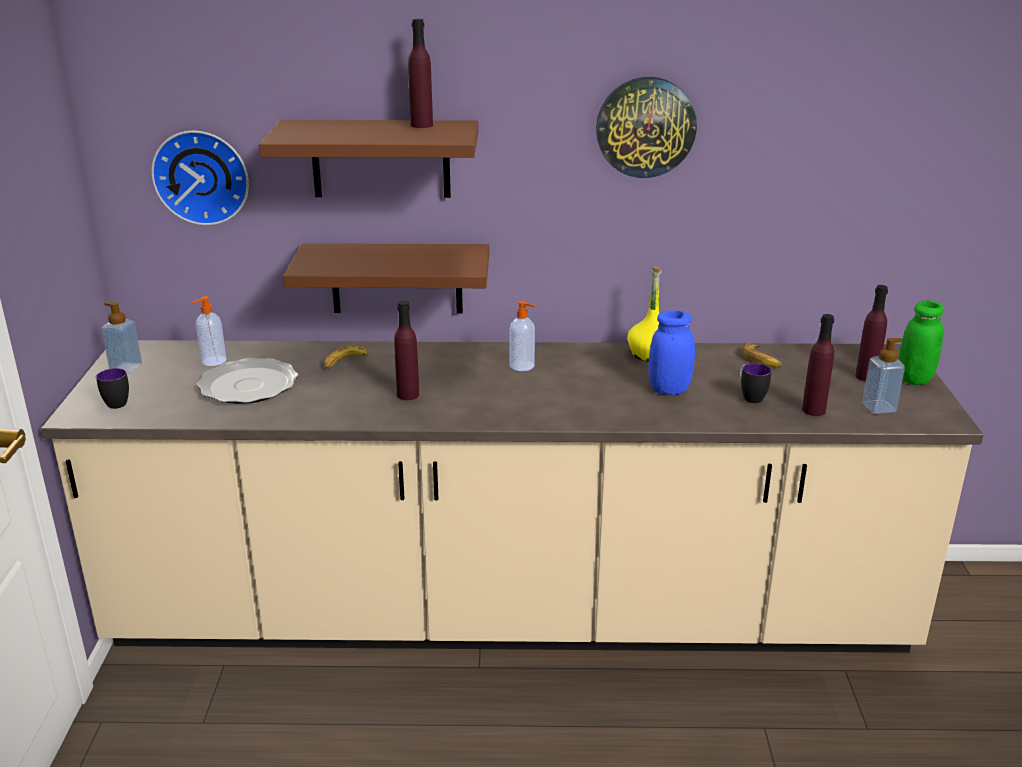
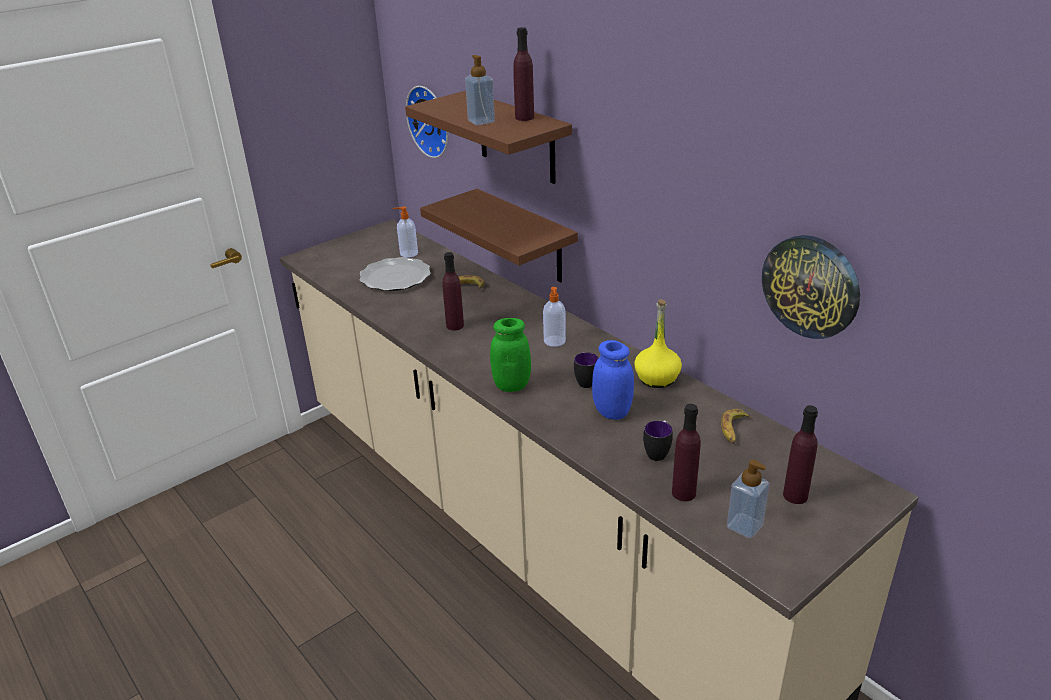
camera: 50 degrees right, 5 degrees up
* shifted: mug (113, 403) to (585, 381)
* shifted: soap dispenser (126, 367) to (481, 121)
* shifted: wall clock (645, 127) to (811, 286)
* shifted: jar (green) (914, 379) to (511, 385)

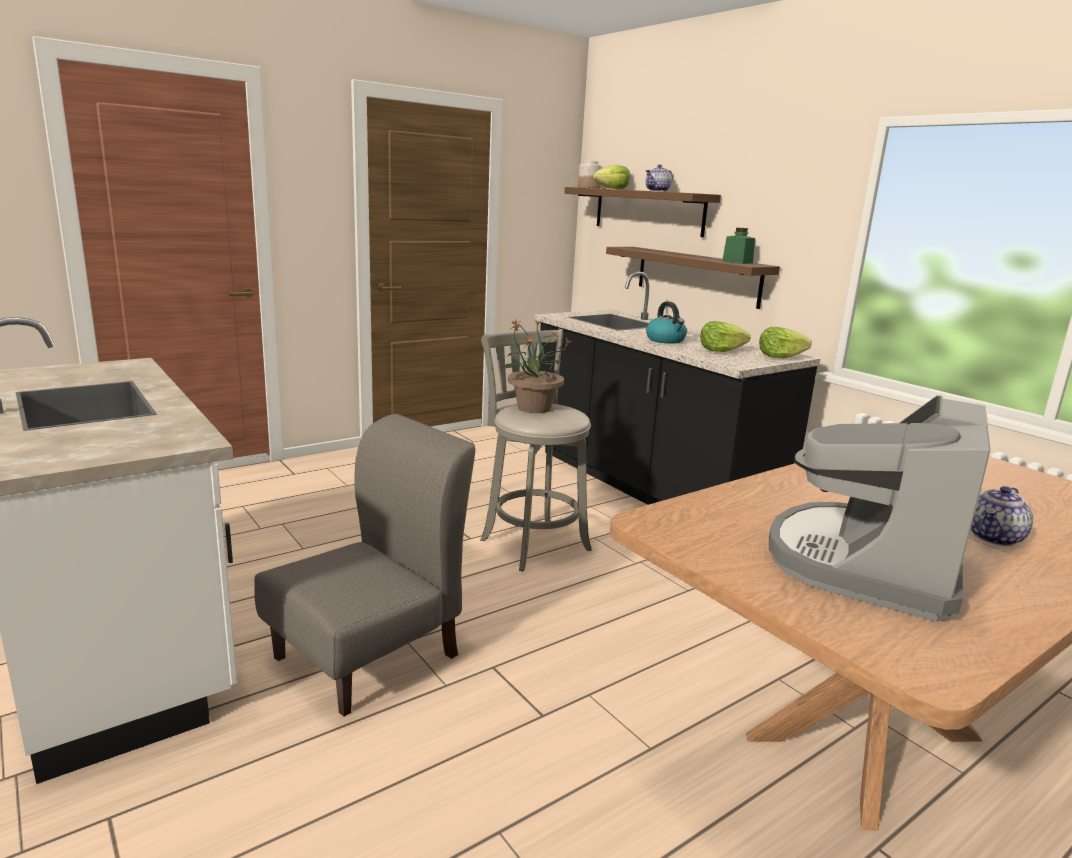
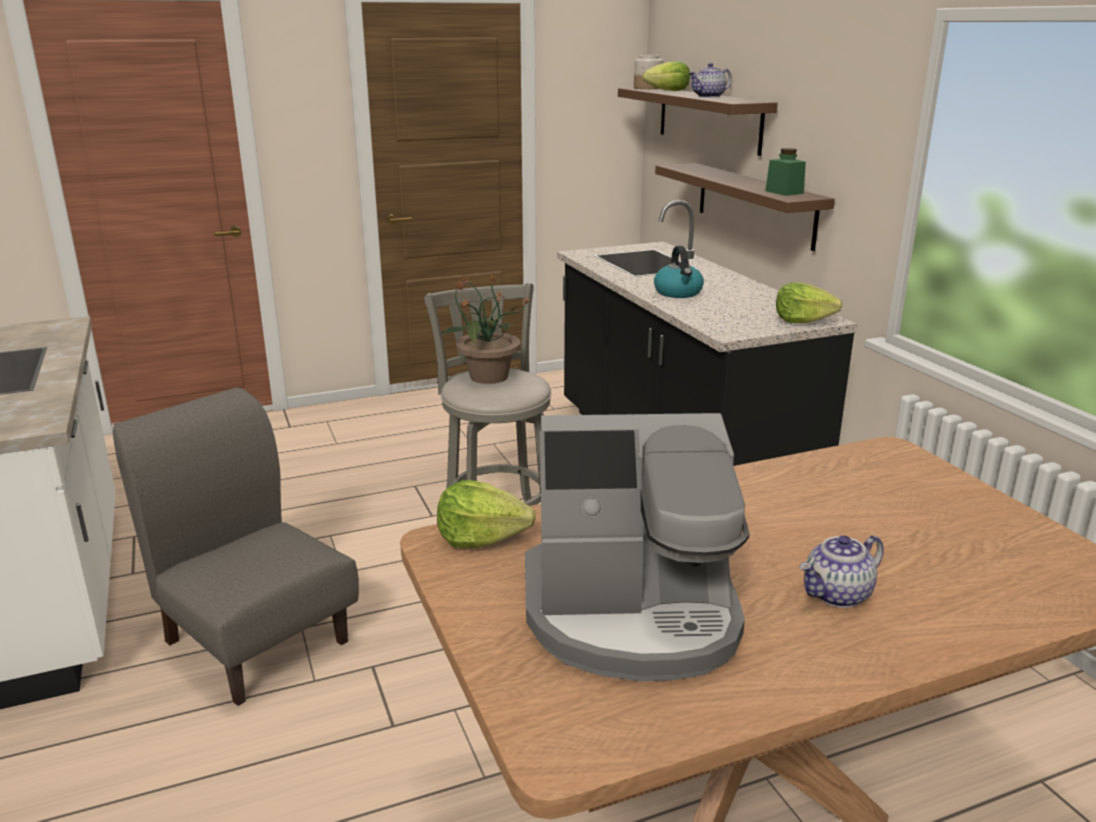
camera: 15 degrees right, 5 degrees up
* shifted: lettuce (720, 350) to (481, 537)
* rotated: chair (grey) (369, 656) = (256, 640) 105 degrees counterclockwise
* rotated: coffee machine (866, 564) = (633, 615) 135 degrees counterclockwise

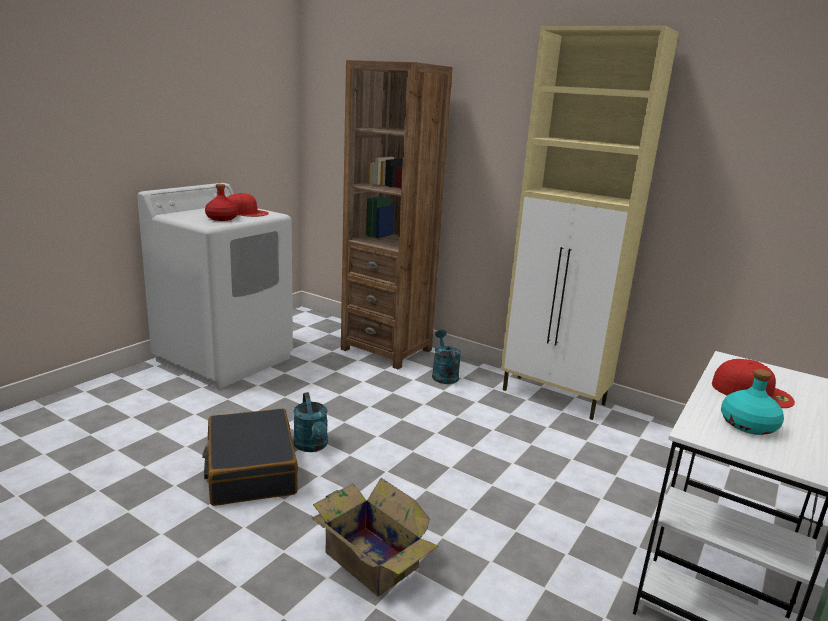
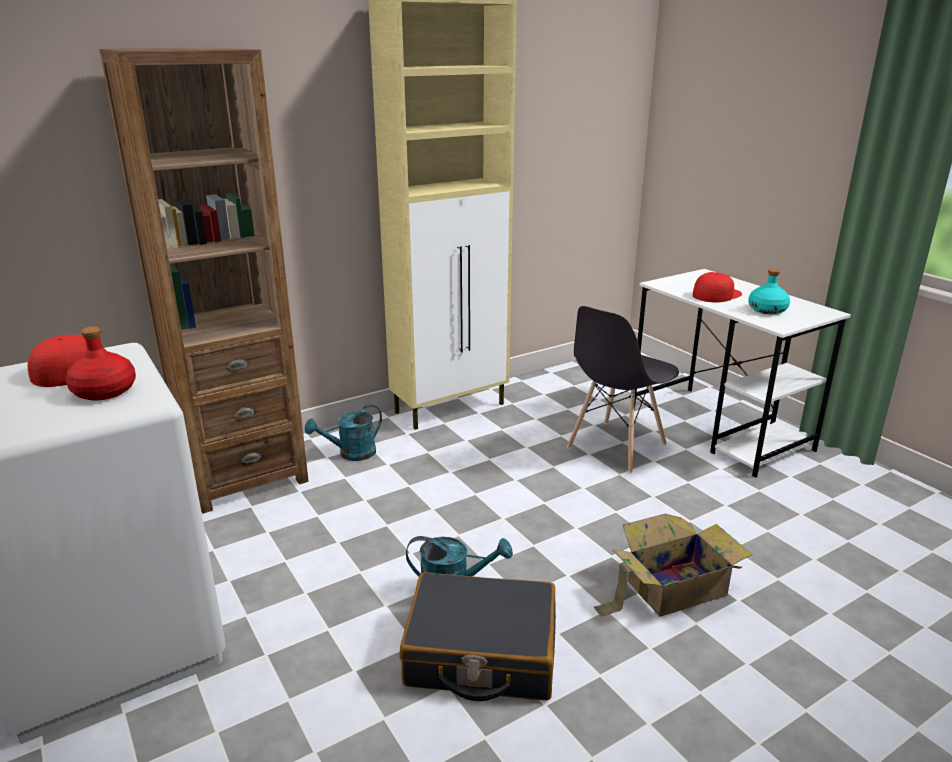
camera: 65 degrees left, 5 degrees up
* new: chair (grey) (616, 447)
* rotated: watering can (turquoise) (443, 375) = (351, 454) 45 degrees counterclockwise

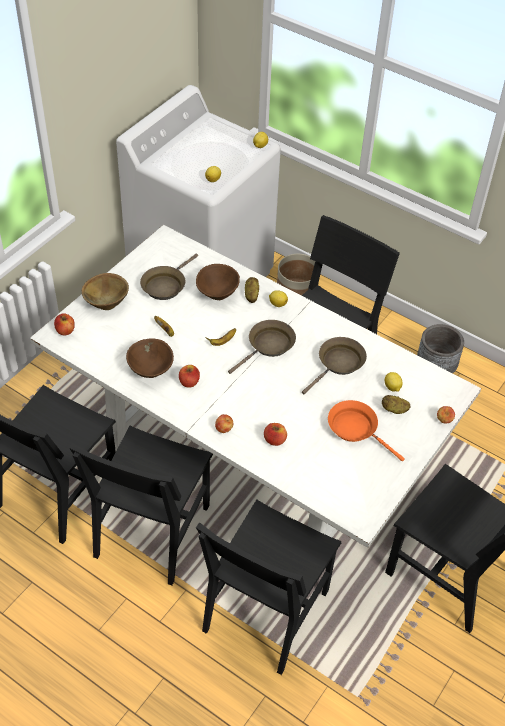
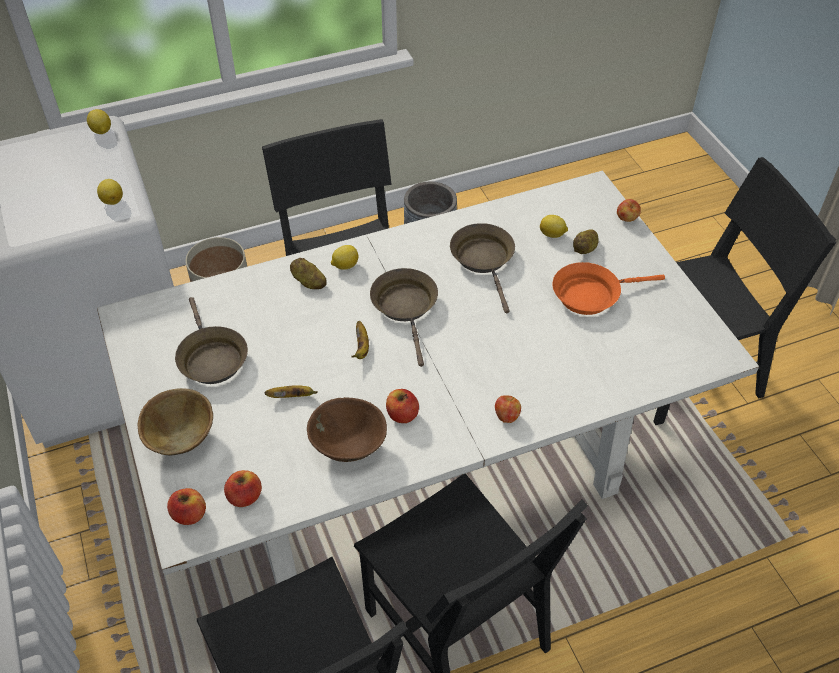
camera: 55 degrees left, 0 degrees up
* gone: bowl (brown) (217, 293)
* gone: chair (black) (266, 610)
* shifted: apple (275, 440) to (244, 497)

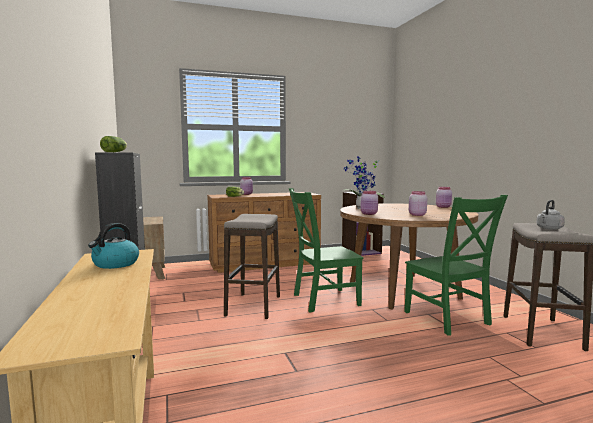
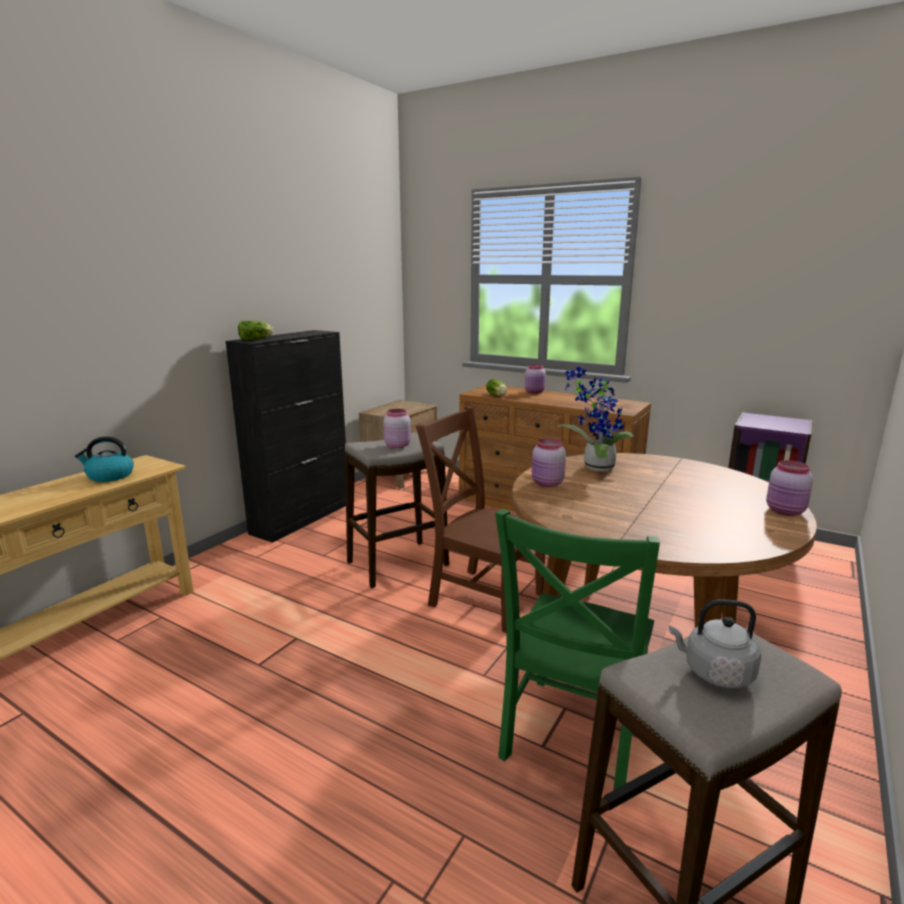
camera: 50 degrees right, 10 degrees up
* shifted: jar (pink) (416, 215) to (397, 445)
* repainted: chair (green) (323, 300) to chair (brown) (482, 597)

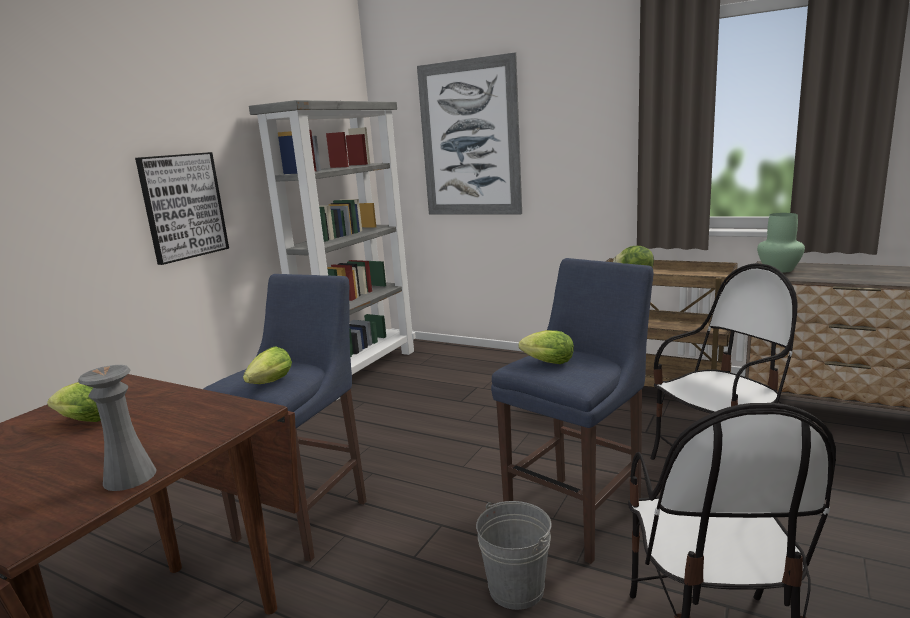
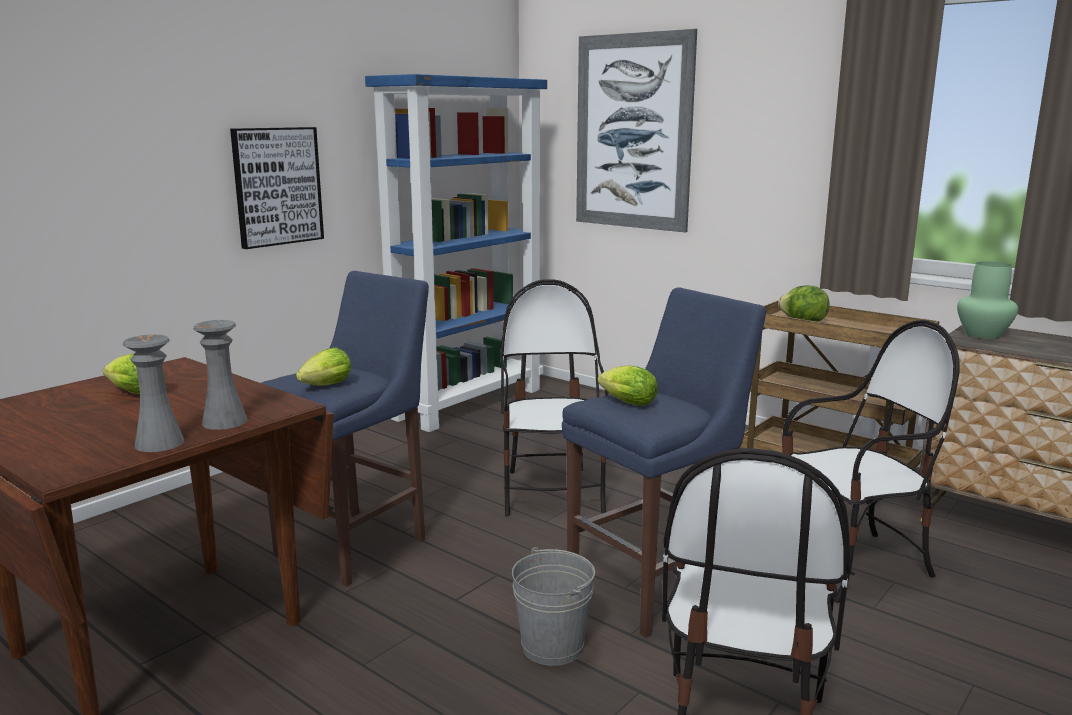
camera: 10 degrees right, 0 degrees up
* new: vase (grey) (224, 421)
* new: chair (552, 493)
* repainted: bookcase (grey) (361, 370) to bookcase (blue) (468, 403)

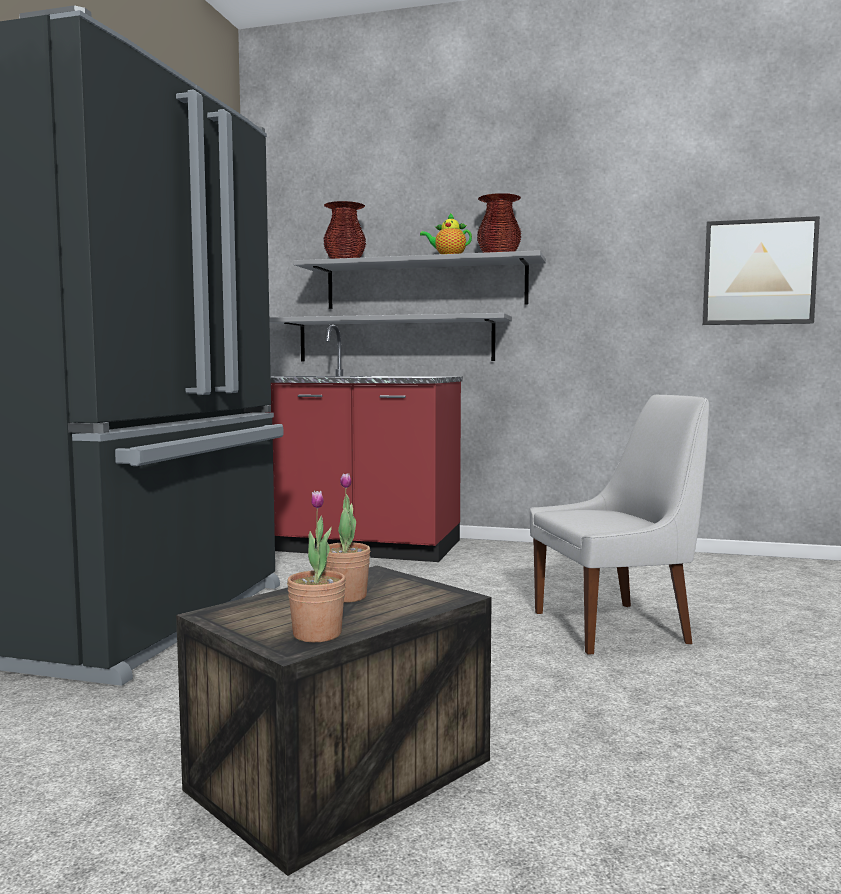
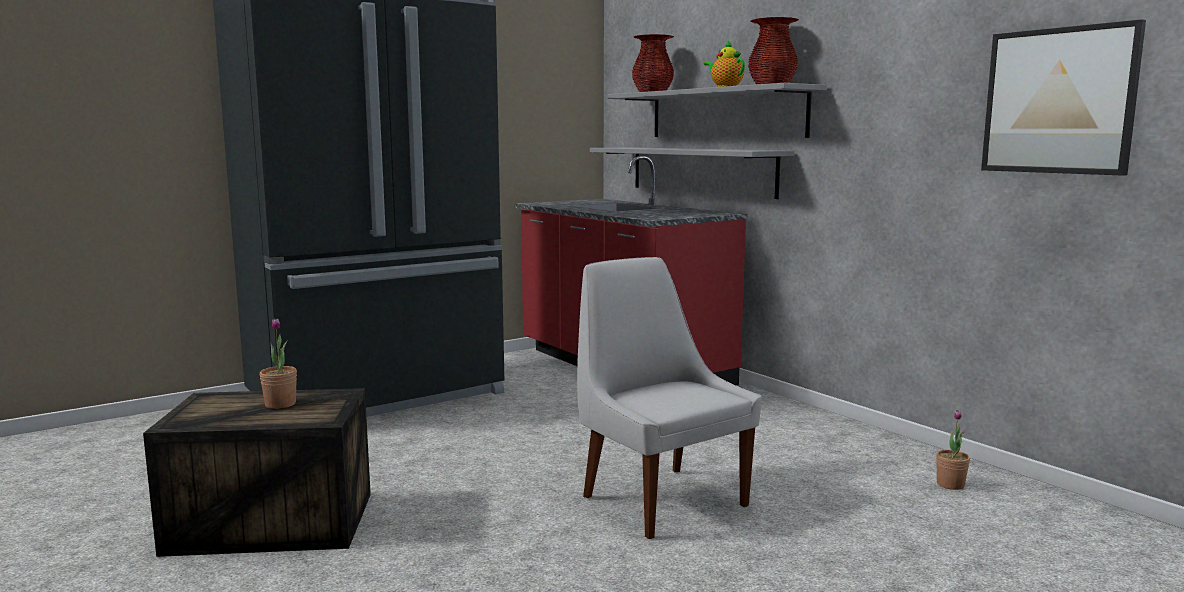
camera: 40 degrees right, 5 degrees up
* shifted: potted plant (317, 634) to (950, 484)
* rotated: chair (white) (615, 627) = (660, 499) 150 degrees counterclockwise

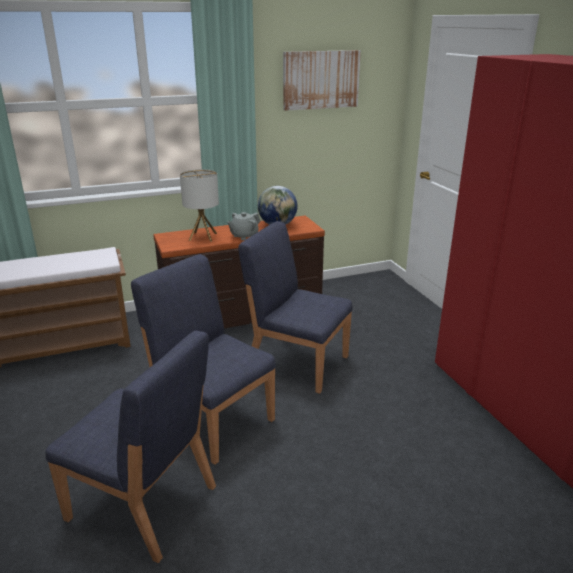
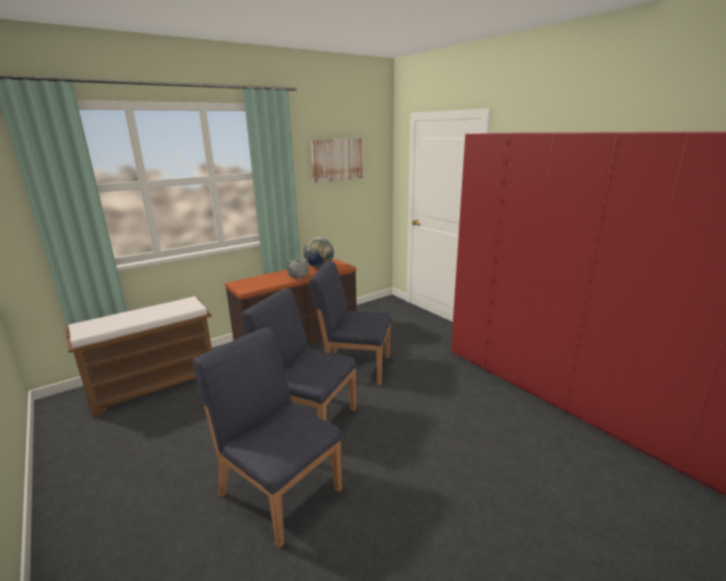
camera: 15 degrees left, 5 degrees down
* gone: table lamp (203, 236)
* rotated: chair (blue) (143, 504) = (280, 490) 150 degrees counterclockwise

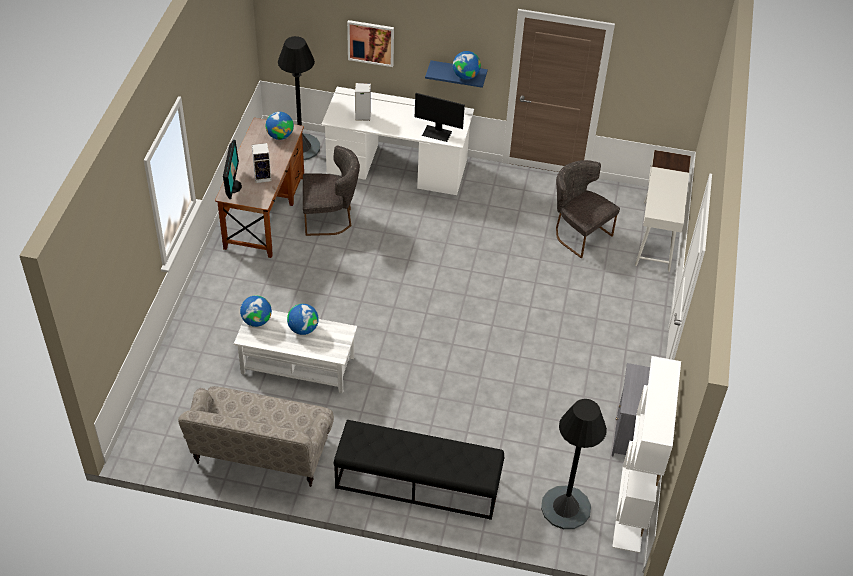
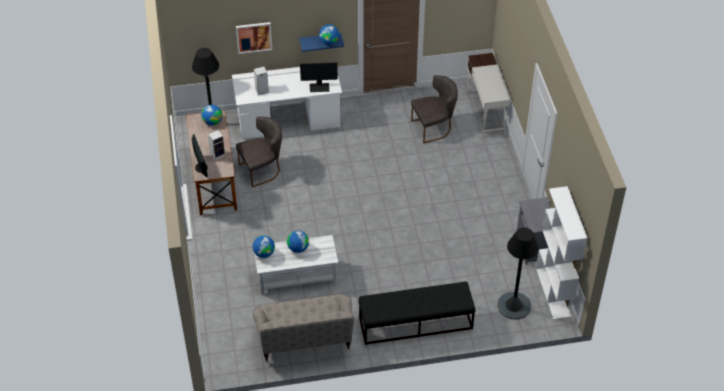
camera: 20 degrees left, 0 degrees up
* rotated: chair (grey) (578, 233) = (434, 127) 135 degrees clockwise

